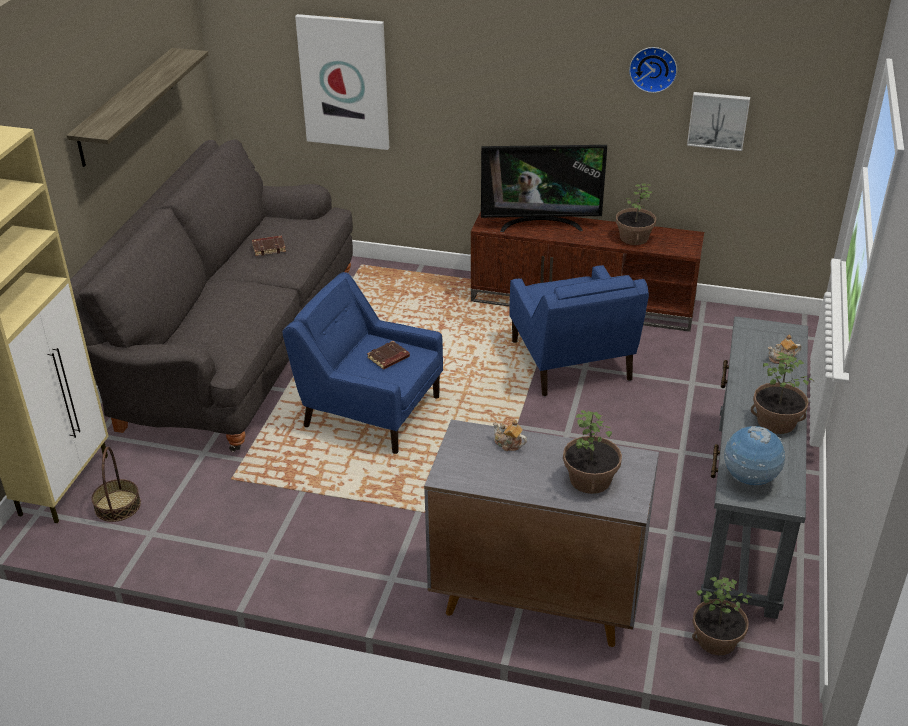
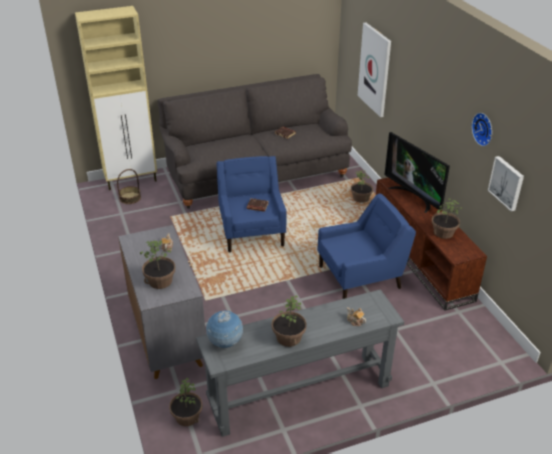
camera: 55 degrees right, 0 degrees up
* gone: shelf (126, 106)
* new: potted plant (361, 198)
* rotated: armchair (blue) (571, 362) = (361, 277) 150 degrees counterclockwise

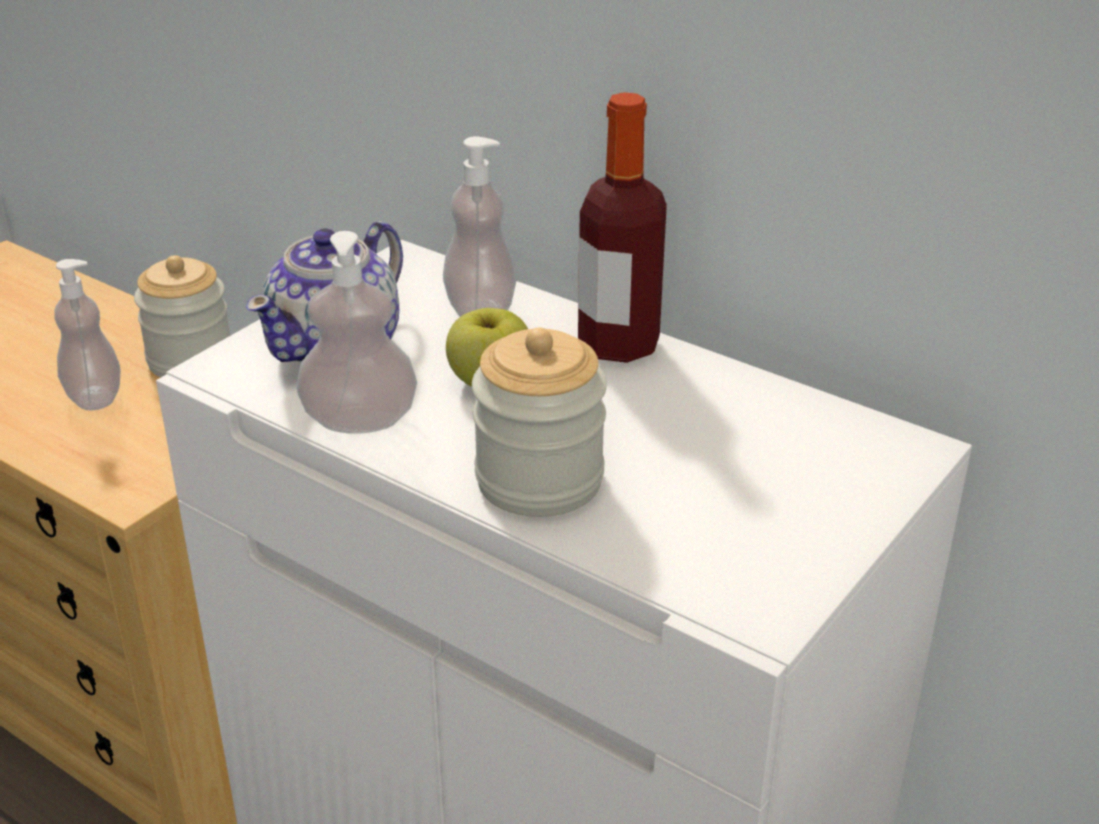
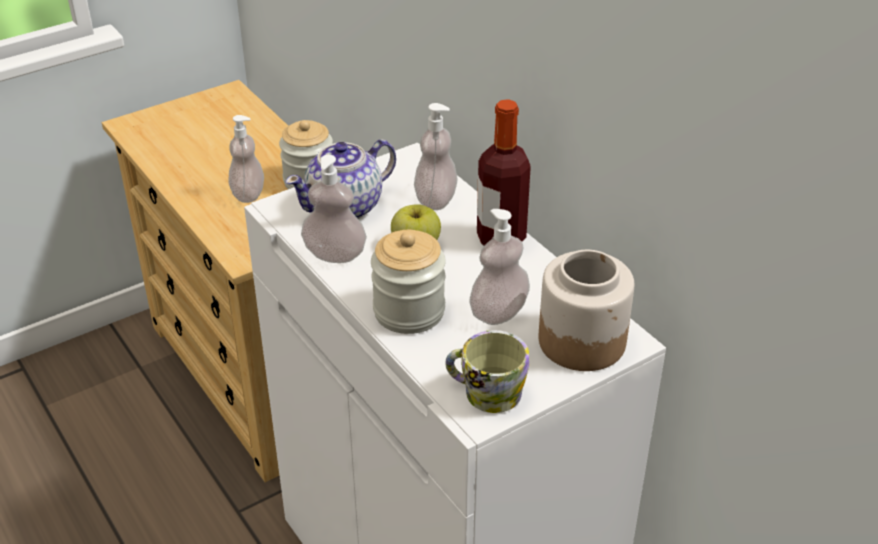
camera: 20 degrees right, 5 degrees up
* new: mug (485, 392)
* new: soap dispenser (498, 313)
* new: jar (582, 341)

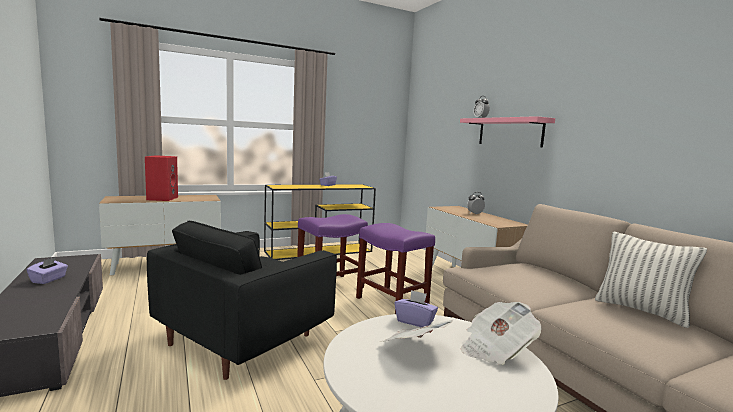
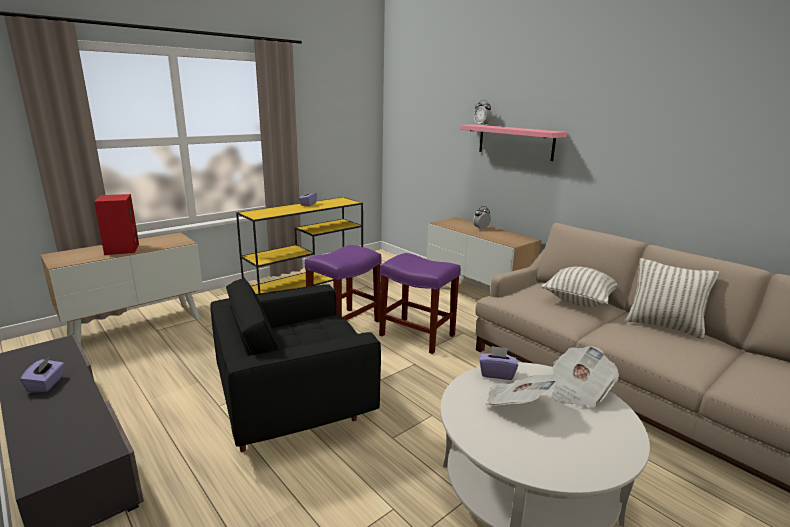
camera: 15 degrees left, 10 degrees up
* new: pillow (579, 301)
* rotated: armchair (black) (246, 337) = (296, 404) 45 degrees clockwise

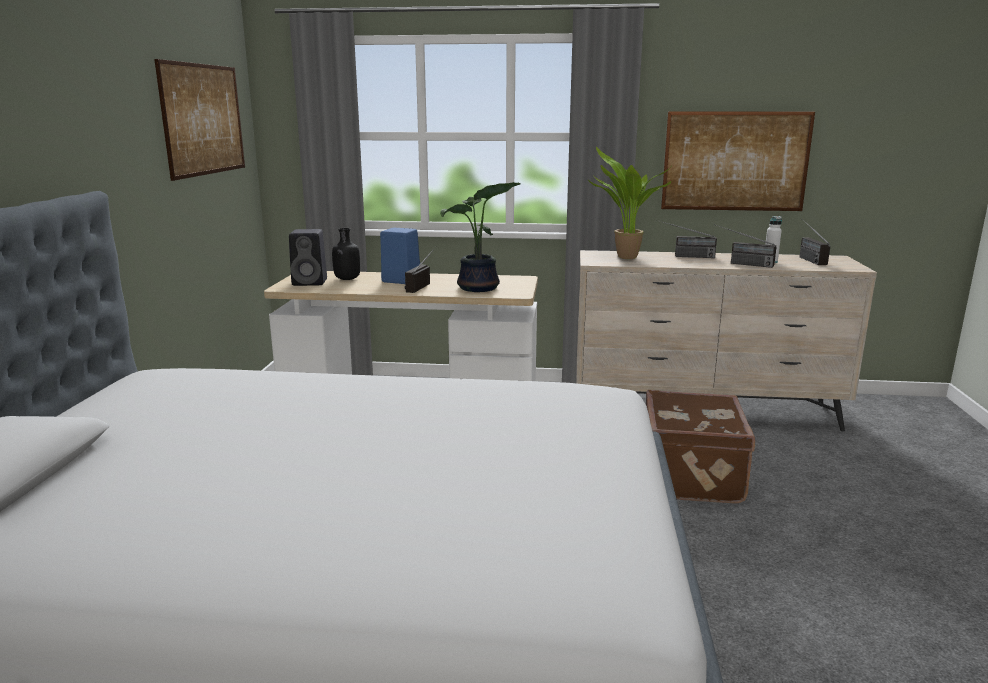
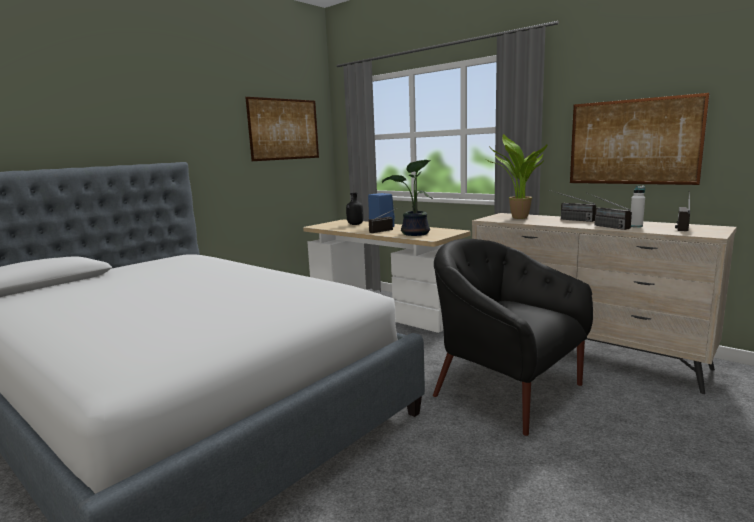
camera: 35 degrees right, 5 degrees down
* gone: speaker (black) (311, 282)
* swapped: suitcase (brown) (692, 476) to armchair (black) (505, 390)

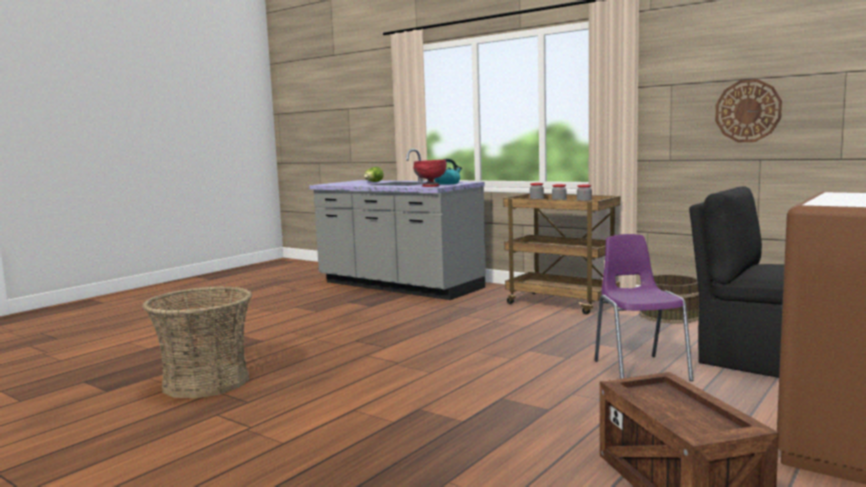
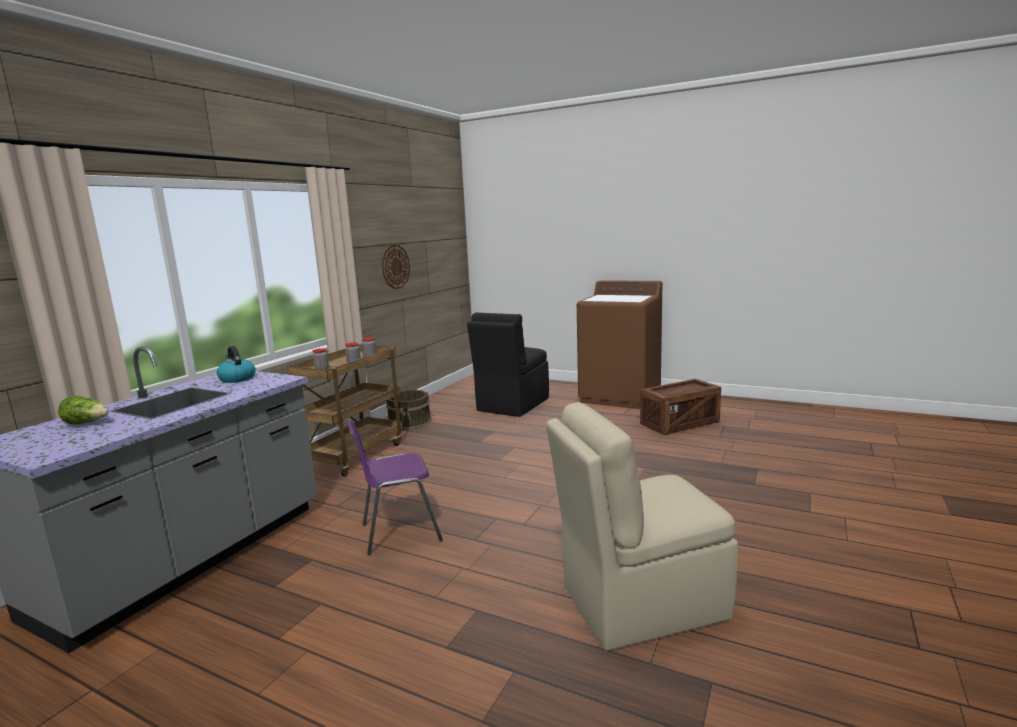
camera: 100 degrees left, 5 degrees up
* gone: bowl (red) (430, 186)
* shifted: chair (purple) (639, 370) to (399, 532)
* swapped: basket (206, 382) to chair (beige) (639, 603)

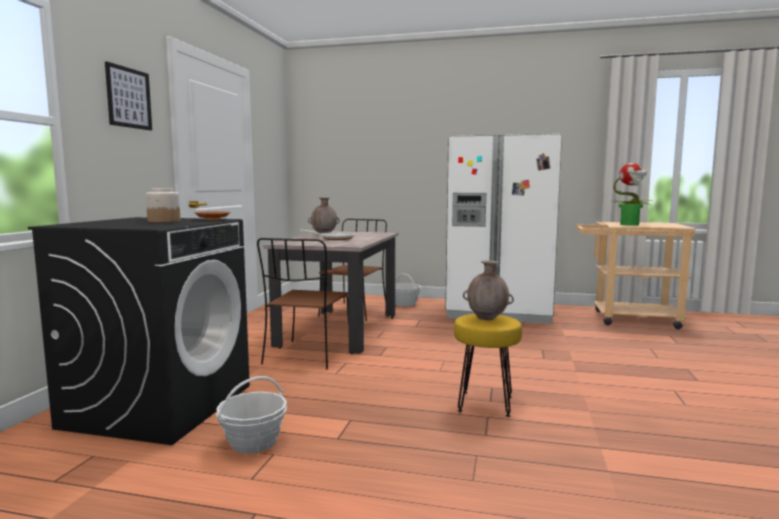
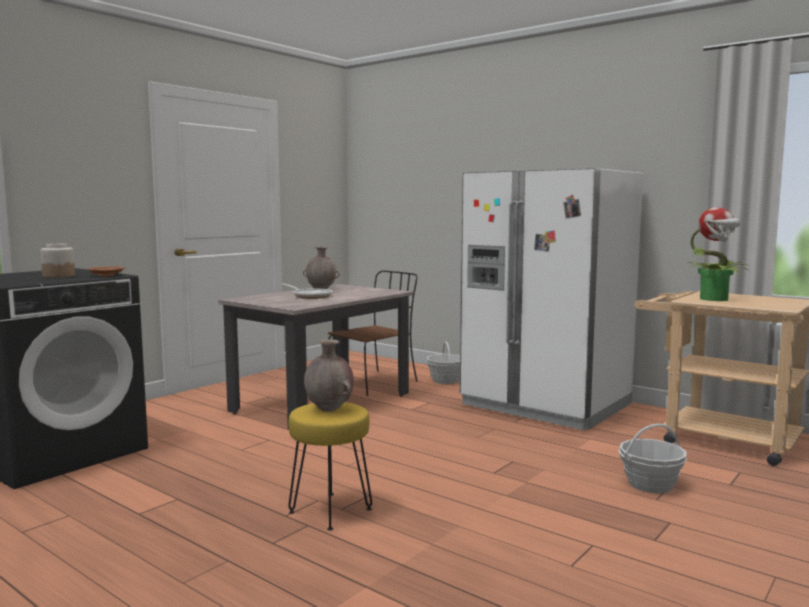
camera: 25 degrees right, 0 degrees up
* gone: picture (129, 98)
* gone: chair (brown) (307, 356)
* shifted: basket (253, 442) to (650, 484)

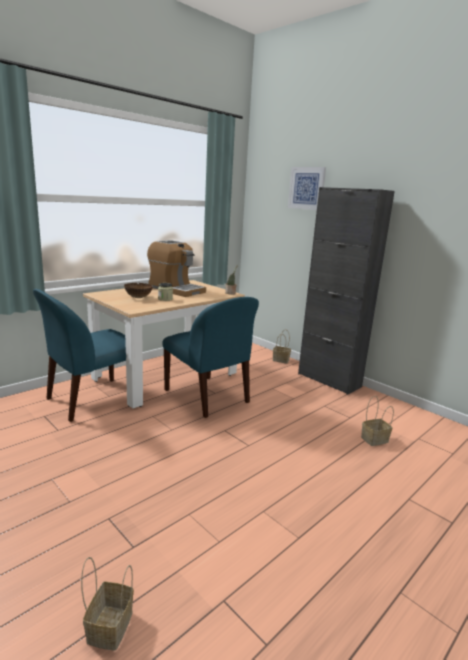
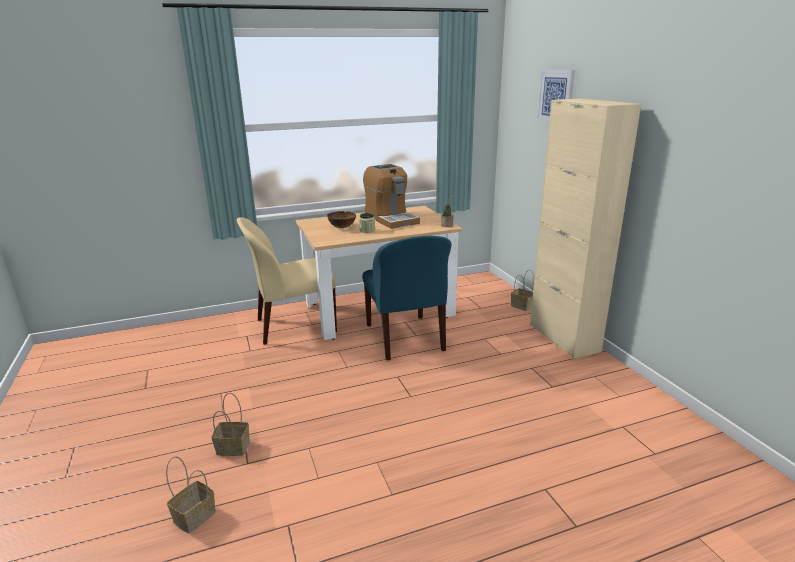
camera: 25 degrees right, 5 degrees up
* shifted: basket (374, 440) to (232, 448)
* repainted: chair (blue) (91, 400) to chair (beige) (294, 326)
* repainted: cabinet (black) (329, 380) to cabinet (beige) (563, 338)

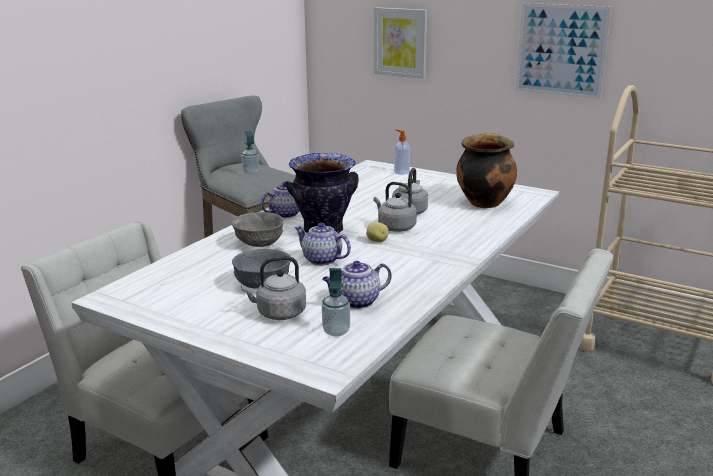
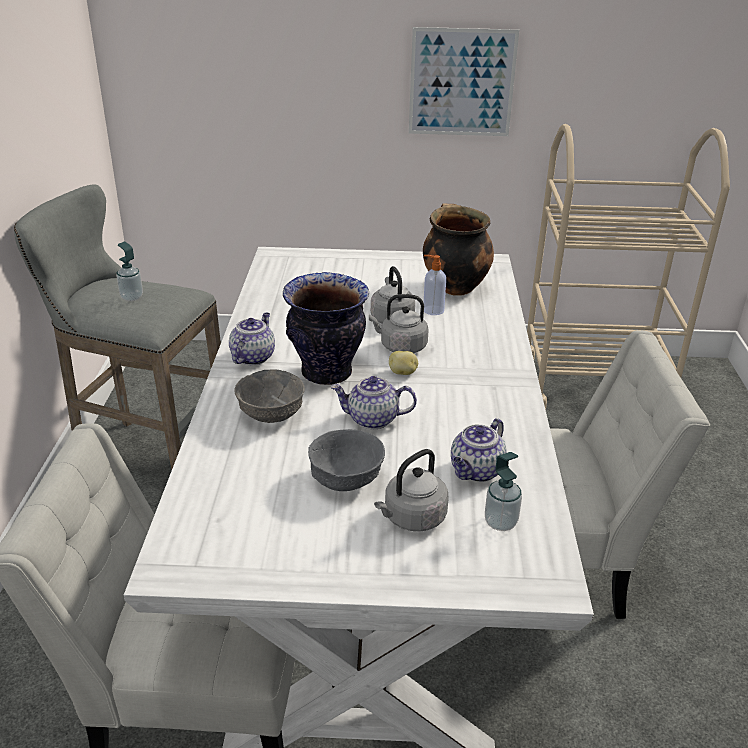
camera: 30 degrees left, 10 degrees up
* gone: picture (400, 42)
* shifted: soap dispenser (401, 172) to (432, 310)

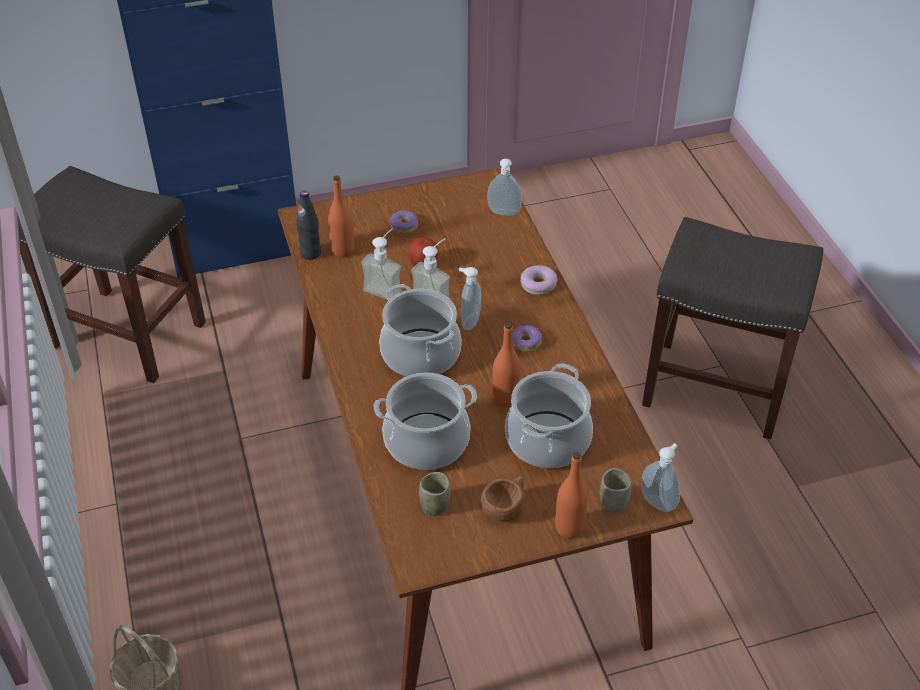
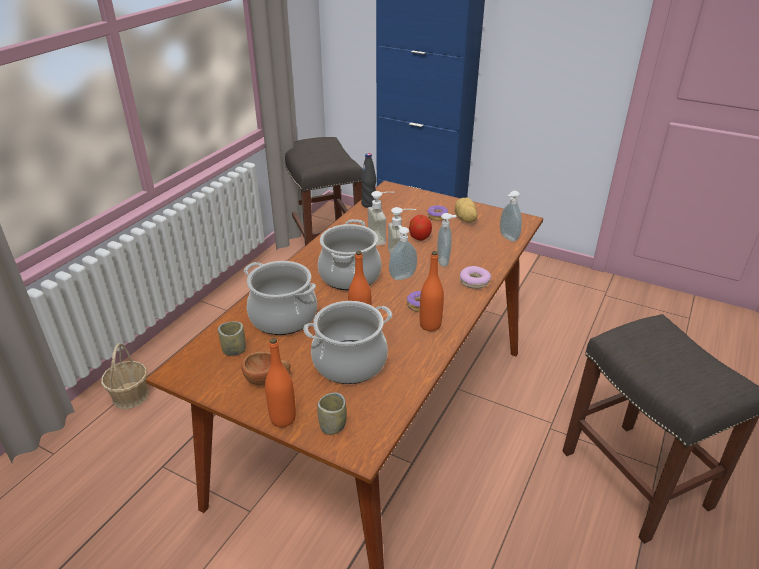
camera: 45 degrees right, 10 degrees down
* new: potato (465, 219)
* shifted: bottle (orange) (343, 250) to (430, 325)
* shifted: soap dispenser (659, 502) to (444, 262)

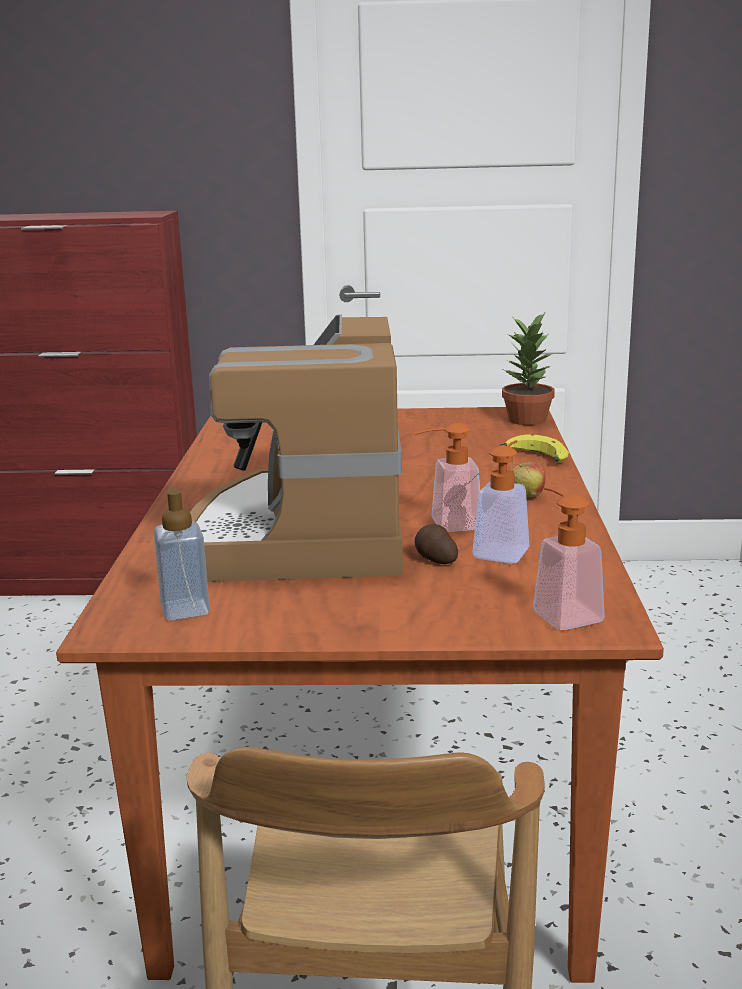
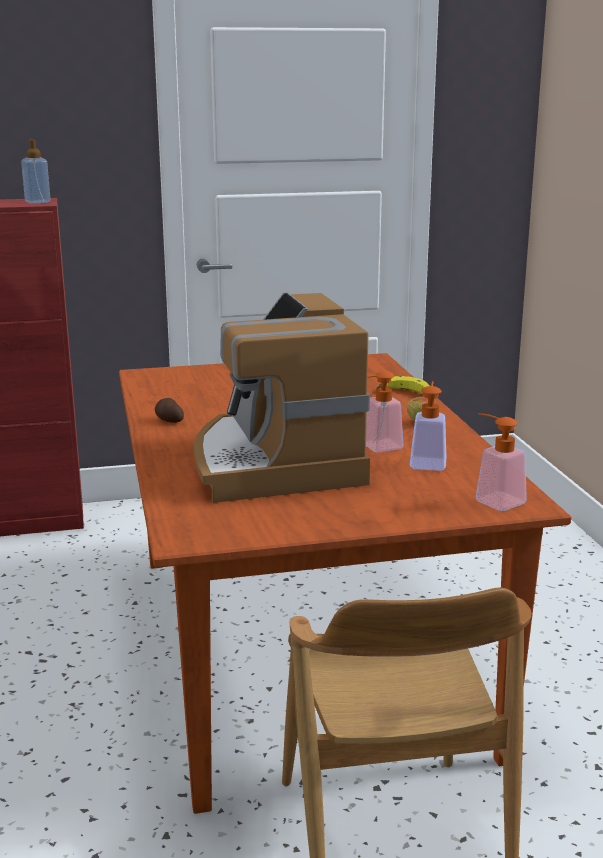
camera: 15 degrees left, 0 degrees up
* gone: potted plant (528, 420)
* shifted: soap dispenser (185, 610) to (37, 202)
* shifted: potato (435, 559) to (168, 420)

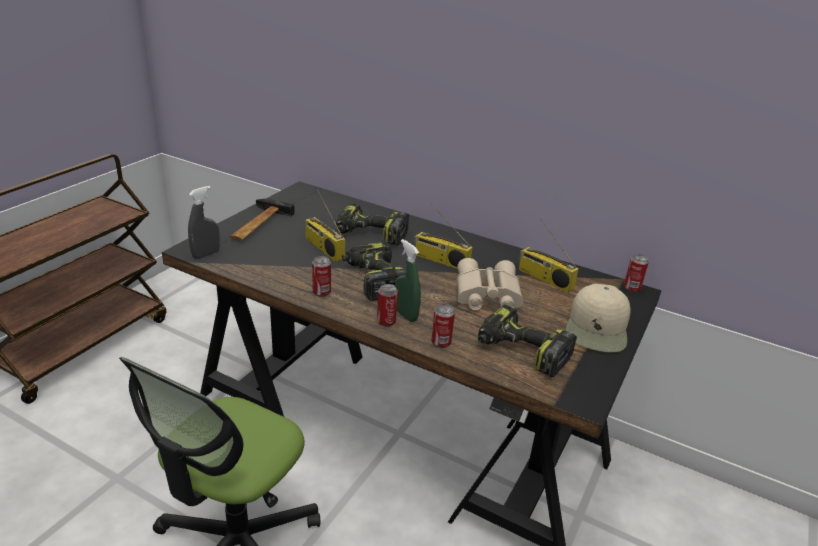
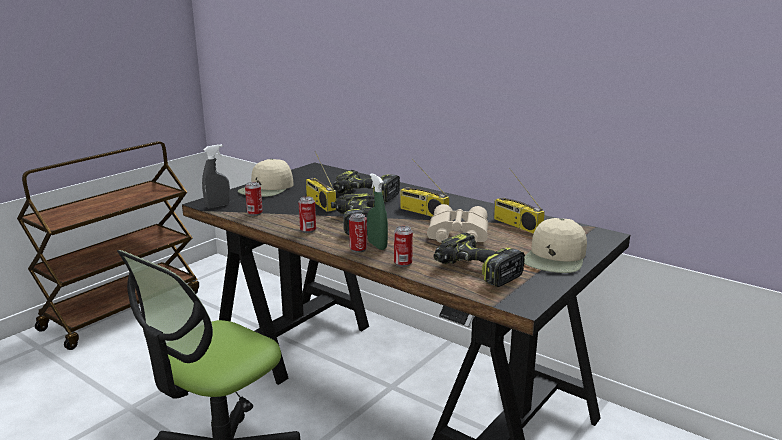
camera: 10 degrees right, 10 degrees down
* shifted: can (631, 288) to (254, 213)
* swapped: hammer (256, 225) to cap (beige) (267, 188)

